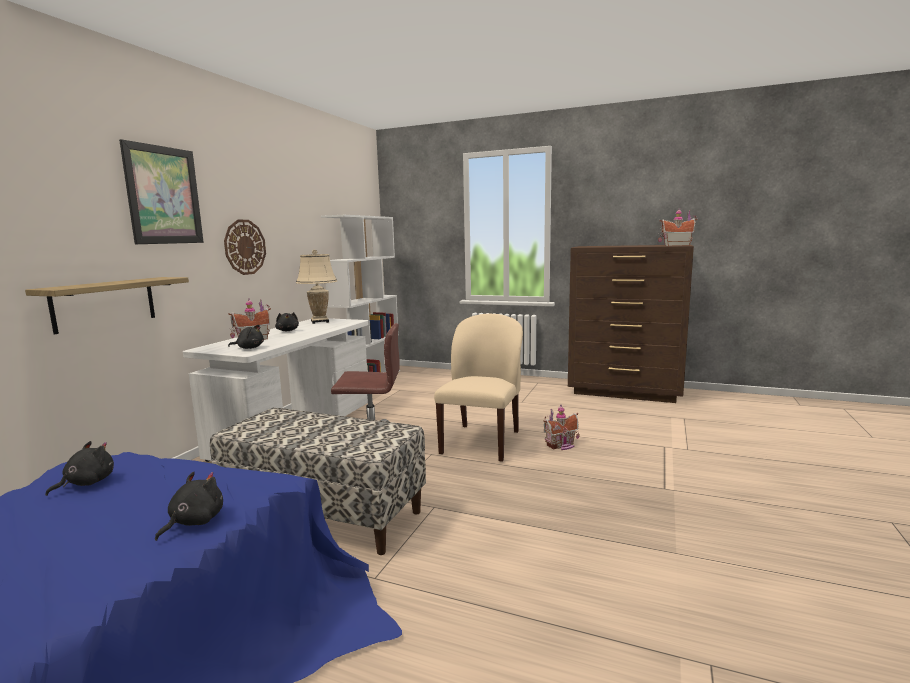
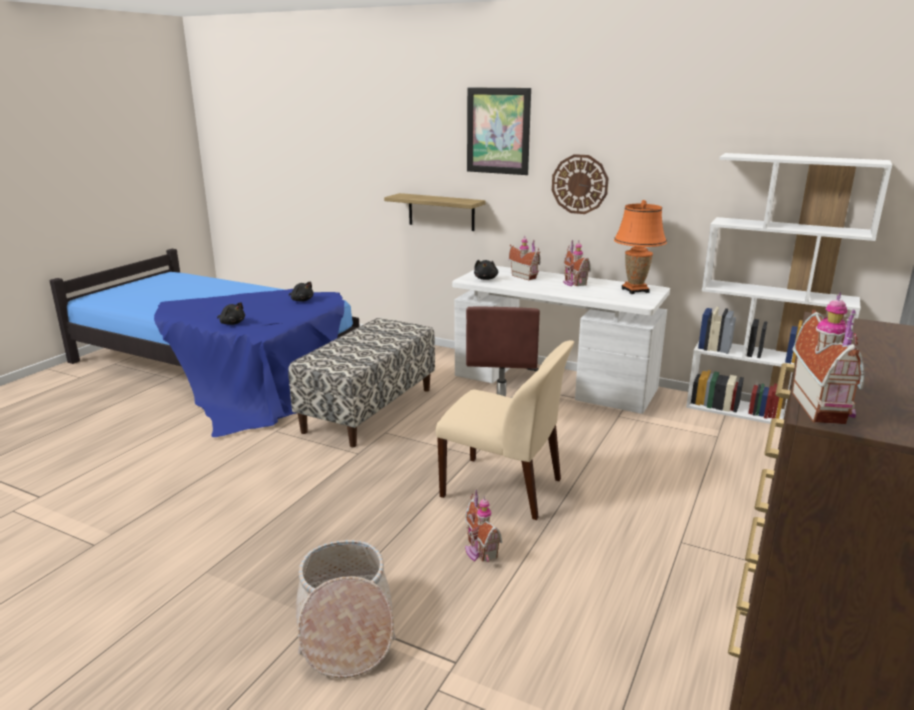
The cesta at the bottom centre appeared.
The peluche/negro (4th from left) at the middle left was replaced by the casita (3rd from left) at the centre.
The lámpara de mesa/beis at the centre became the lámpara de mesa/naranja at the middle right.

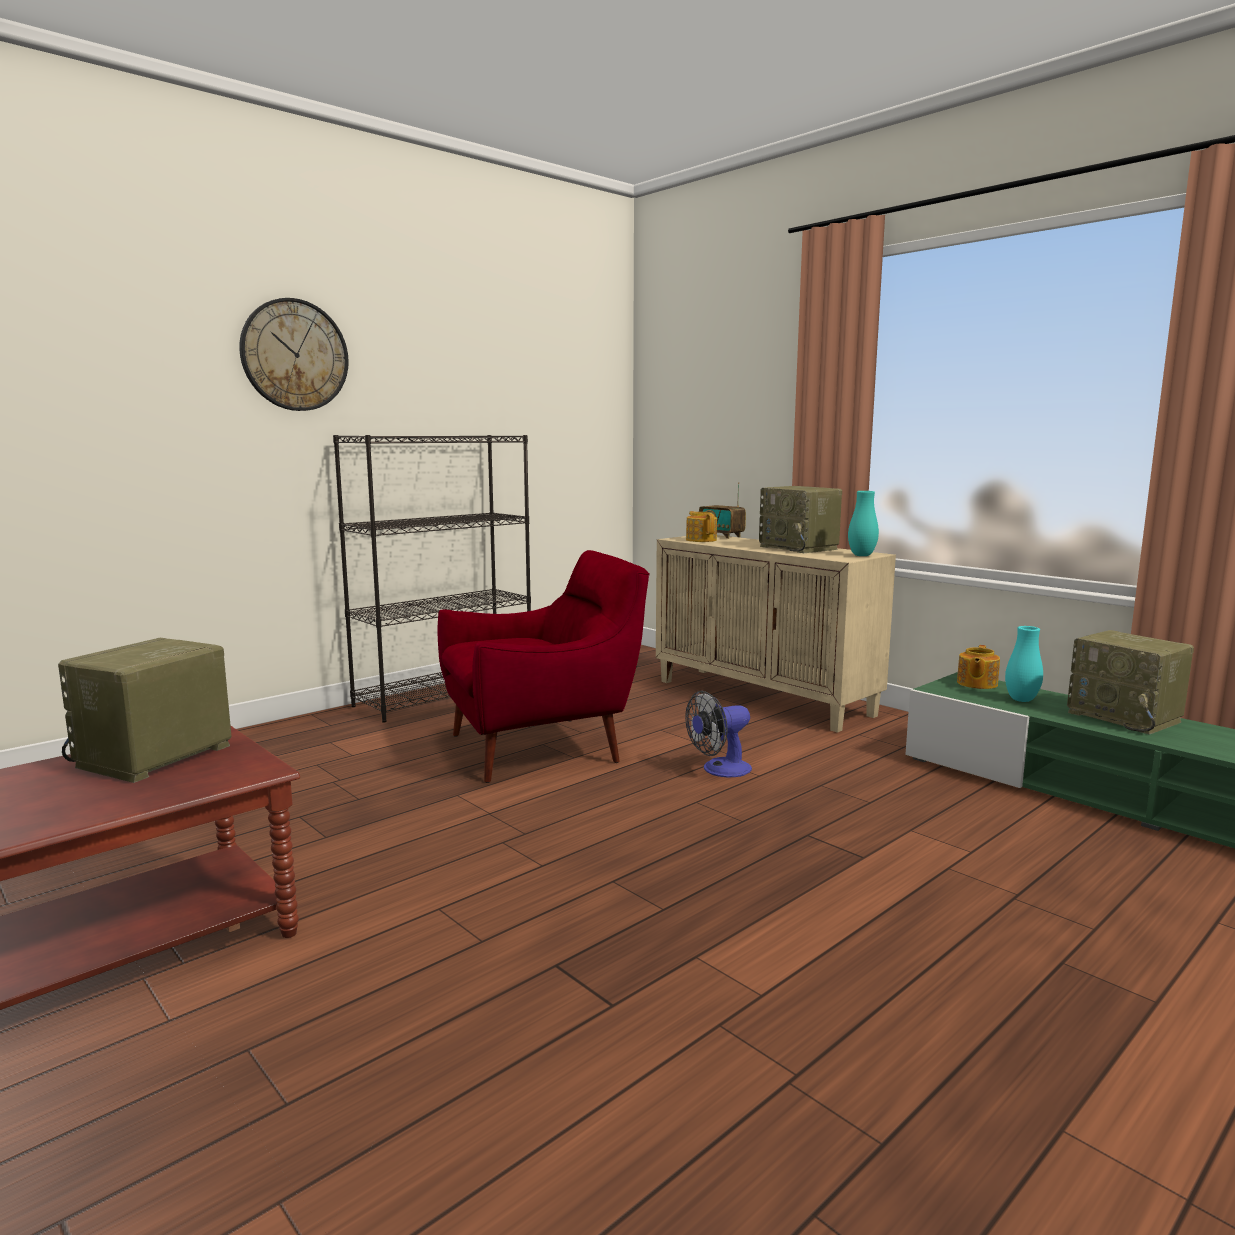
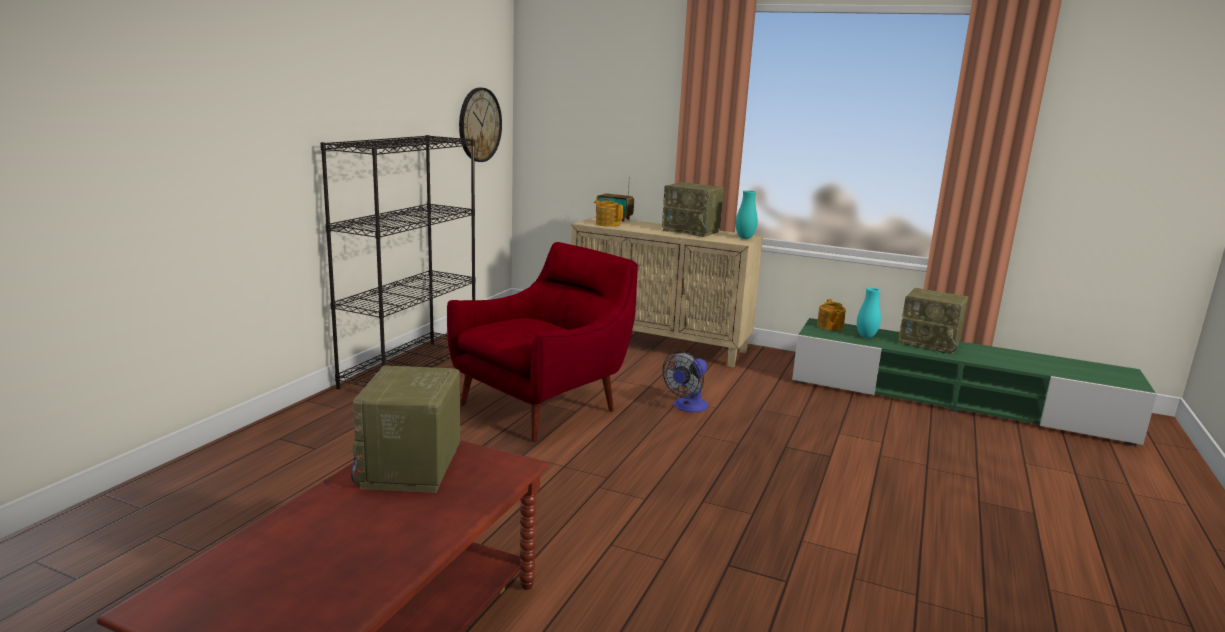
The reloj de pared moved from the top left to the top centre.

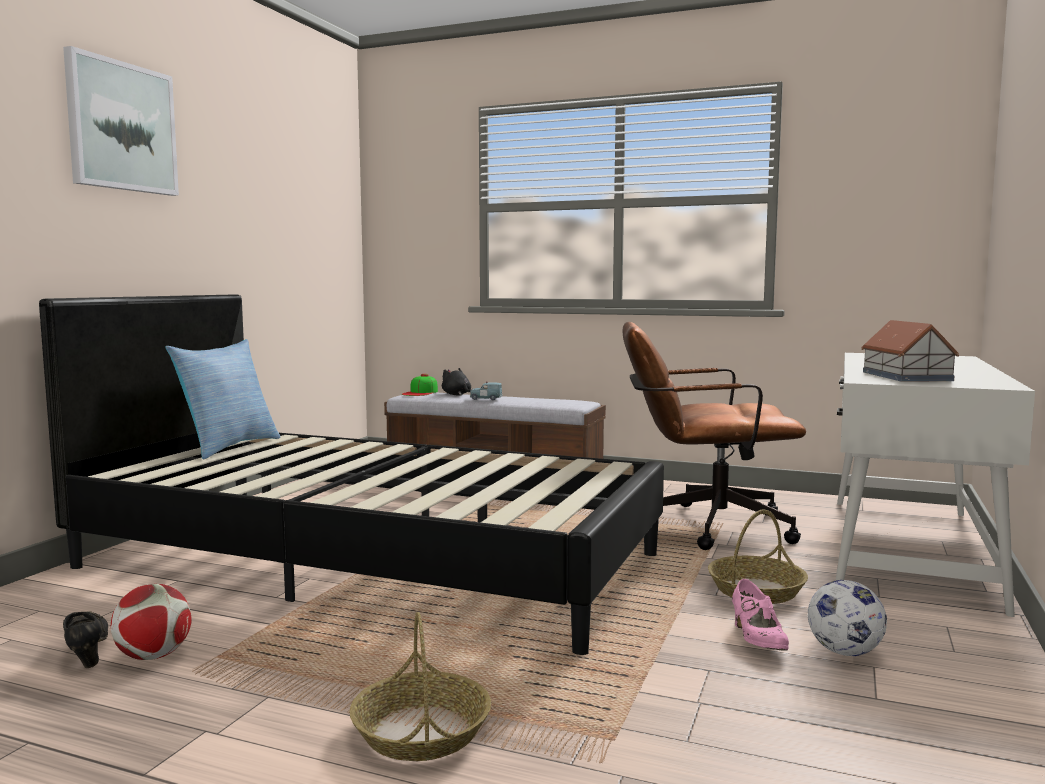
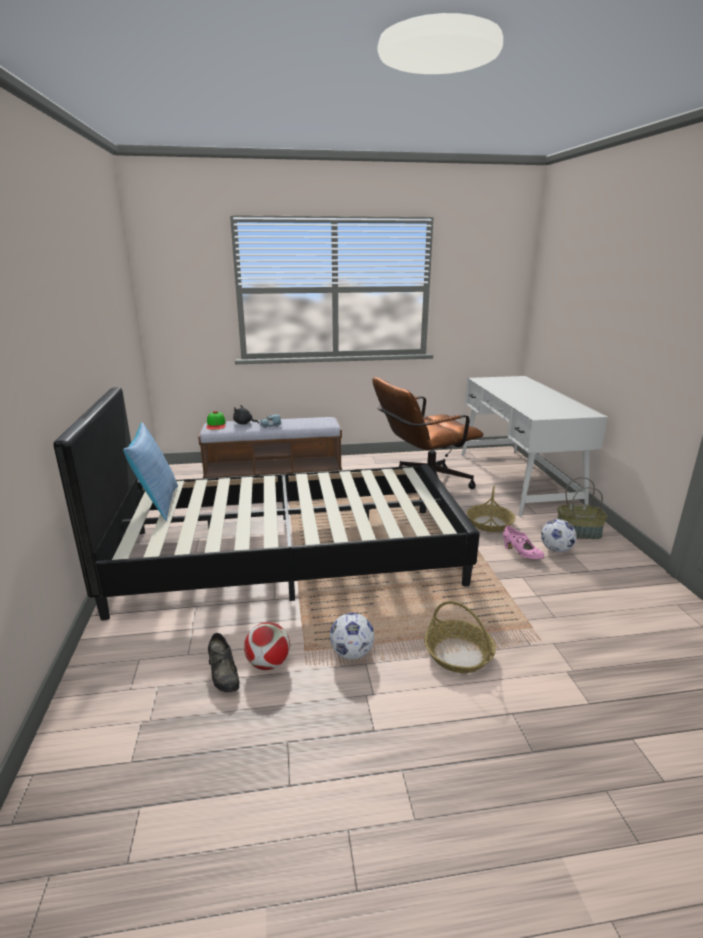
The cuadro at the top left disappeared.
The casita at the middle right disappeared.
The balón de fútbol (2nd from left) at the bottom centre appeared.
The cesta (3rd from left) at the middle right appeared.
The zapato/negro at the bottom left turned 150 degrees counterclockwise.

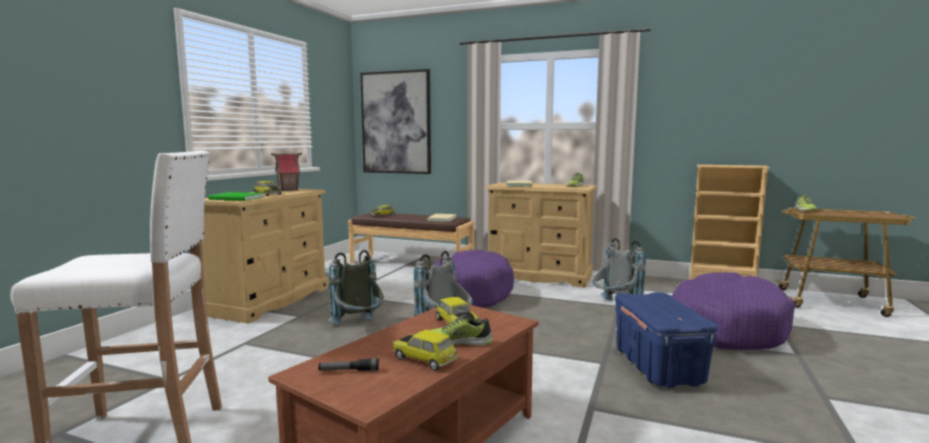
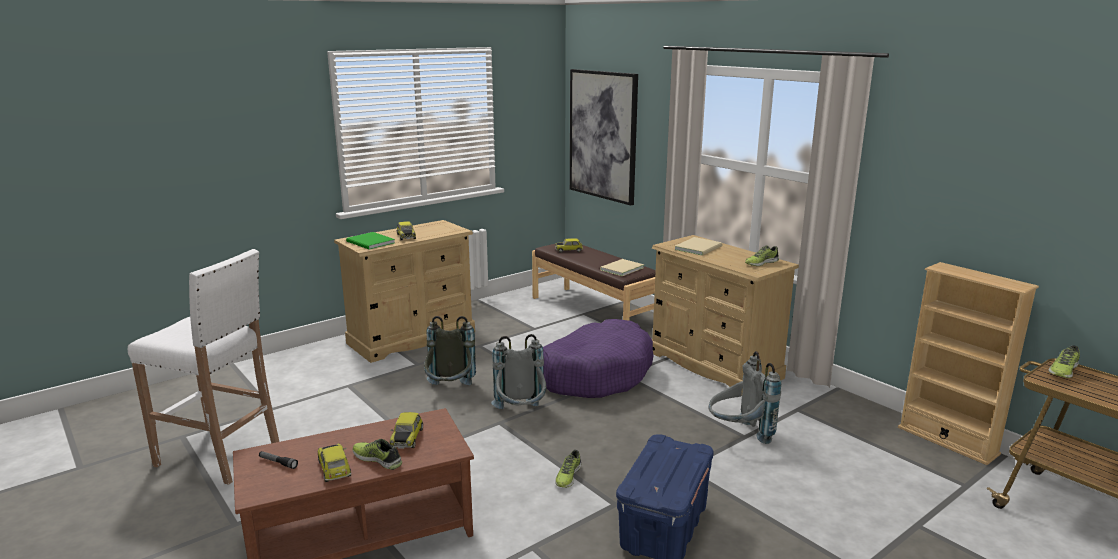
The casita at the middle left disappeared.
The cama para perro/morado (2nd from left) at the bottom right disappeared.
The zapato (2nd from left) at the bottom centre appeared.

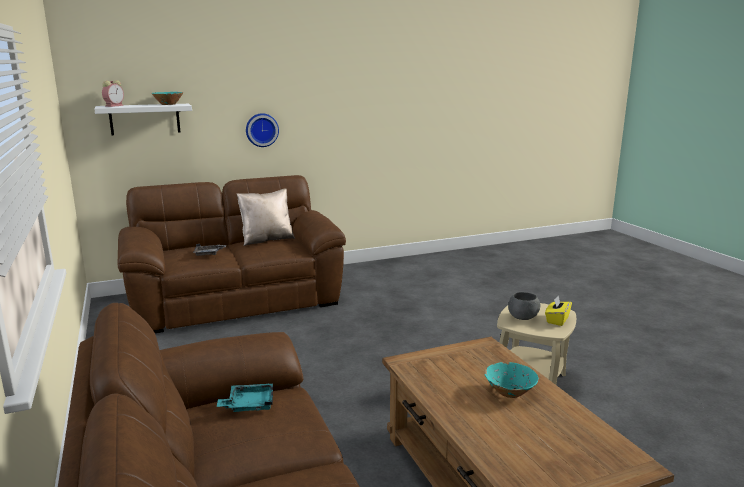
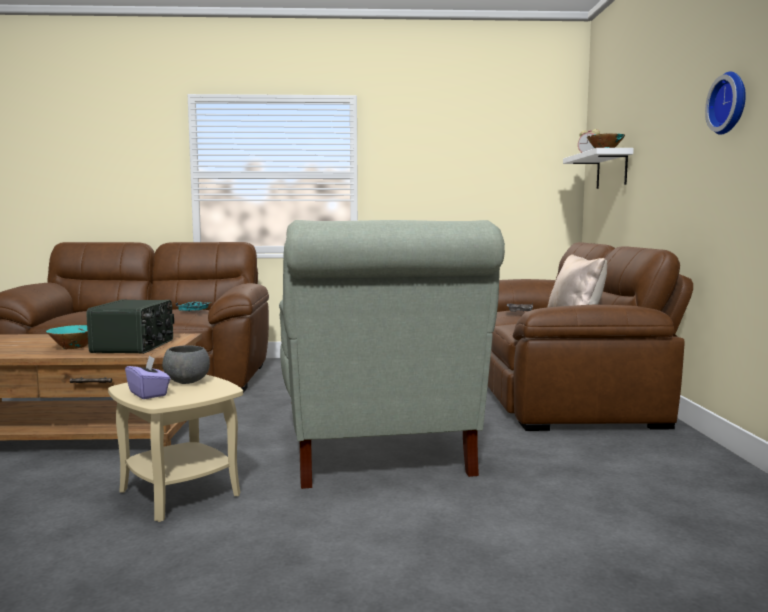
The radio at the middle left appeared.
The sillón/gris at the centre appeared.
The reloj de pared moved from the top centre to the top right.
The caja de pañuelos/amarillo at the middle right became the caja de pañuelos/morado at the middle left.

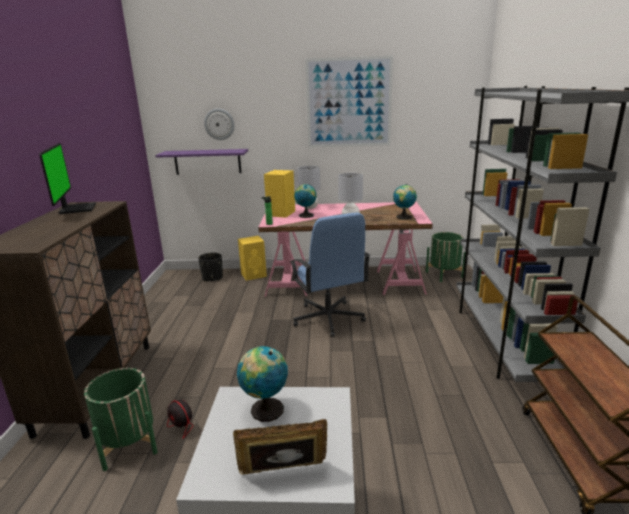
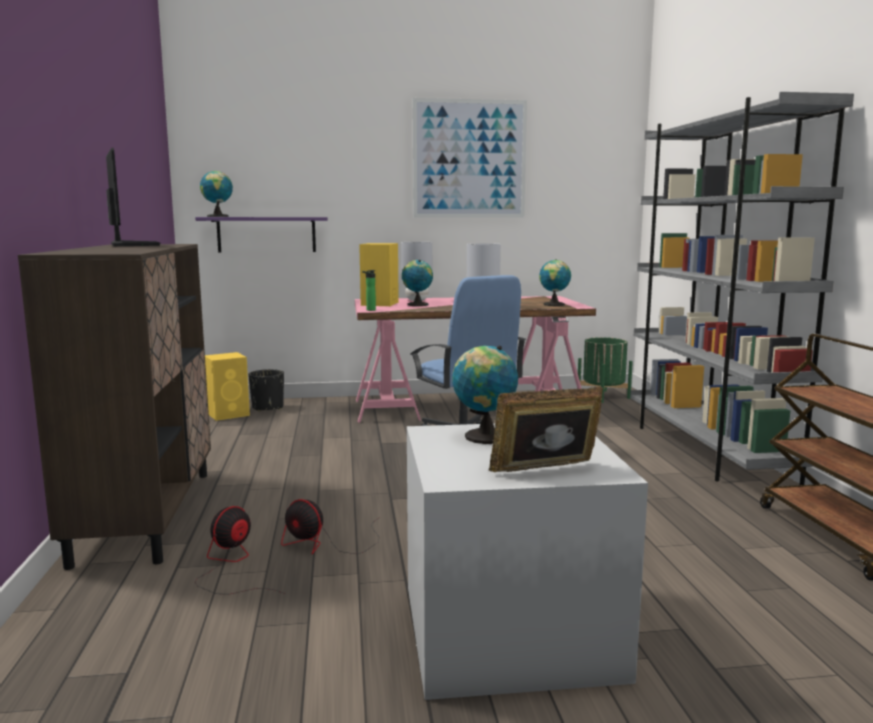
The reloj de pared at the top centre disappeared.
The globo terráqueo (1st from left) at the top left appeared.
The altavoz/amarillo (1st from left) moved from the centre to the middle left.
The maceta/verde (1st from left) at the bottom left was replaced by the ventilador (1st from left) at the bottom left.

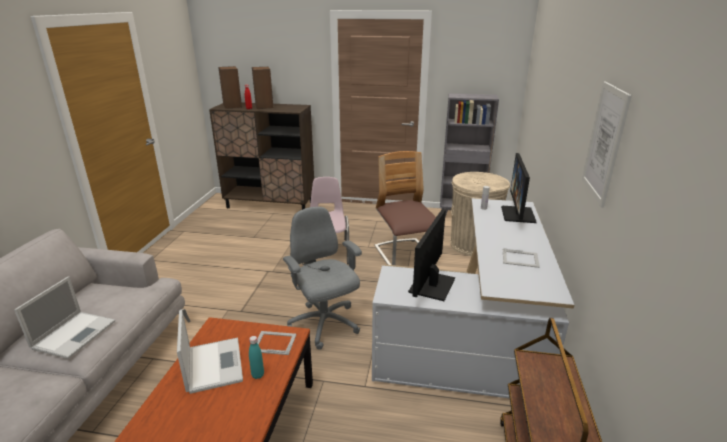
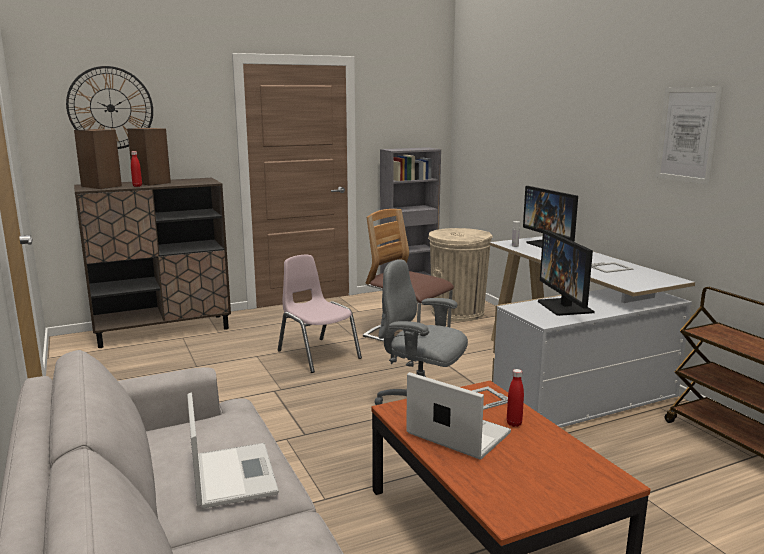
The reloj de pared at the top left appeared.
The botella/turquesa at the bottom centre became the botella/rojo (2nd from left) at the bottom right.

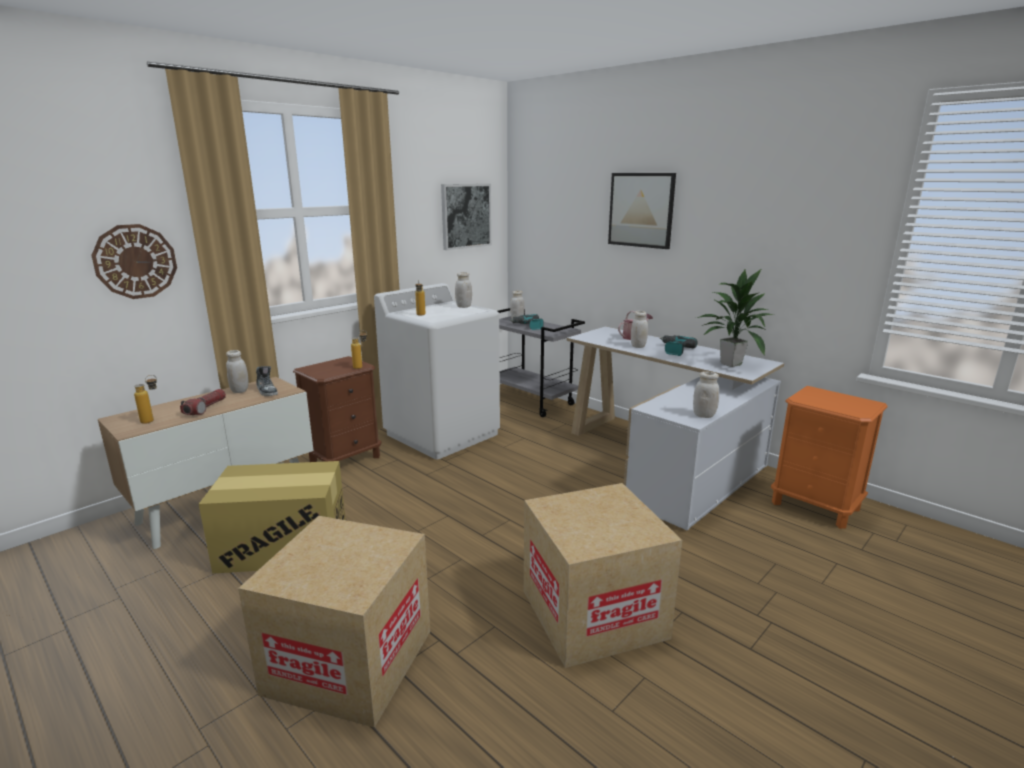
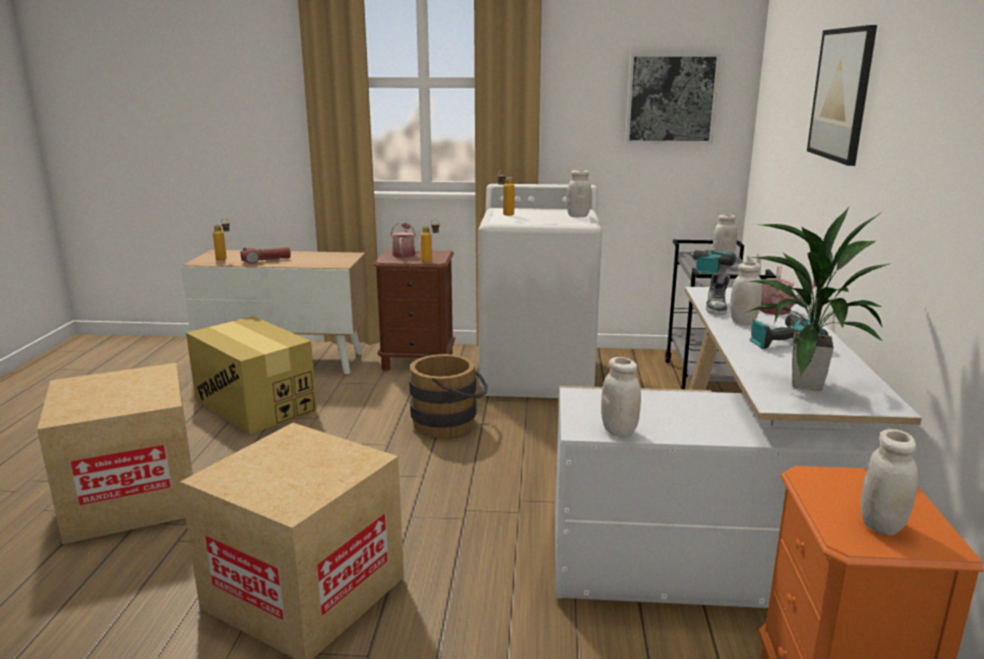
The reloj de pared at the middle left disappeared.
The regadera (1st from left) at the centre appeared.
The cubo/marrón at the centre appeared.
The tarro/blanco (1st from left in the first image) moved from the middle left to the bottom right.
The zapato moved from the middle left to the middle right.

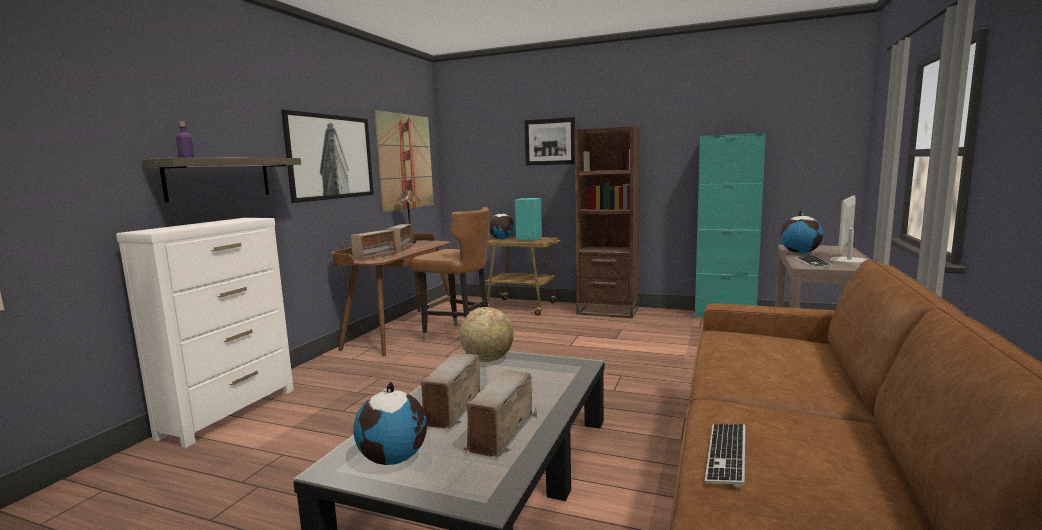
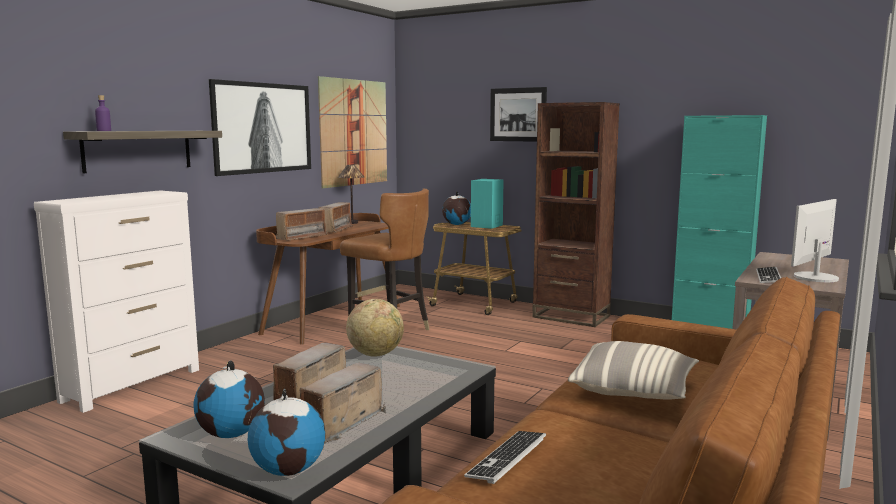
The cojín at the bottom right appeared.
The globo terráqueo (4th from left in the first image) moved from the middle right to the bottom left.

